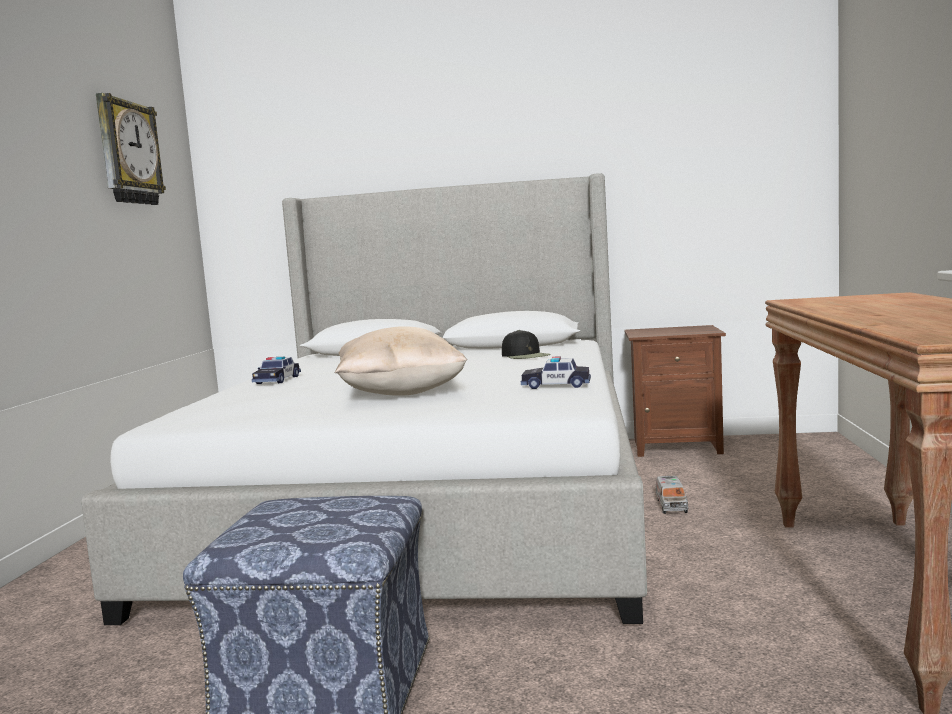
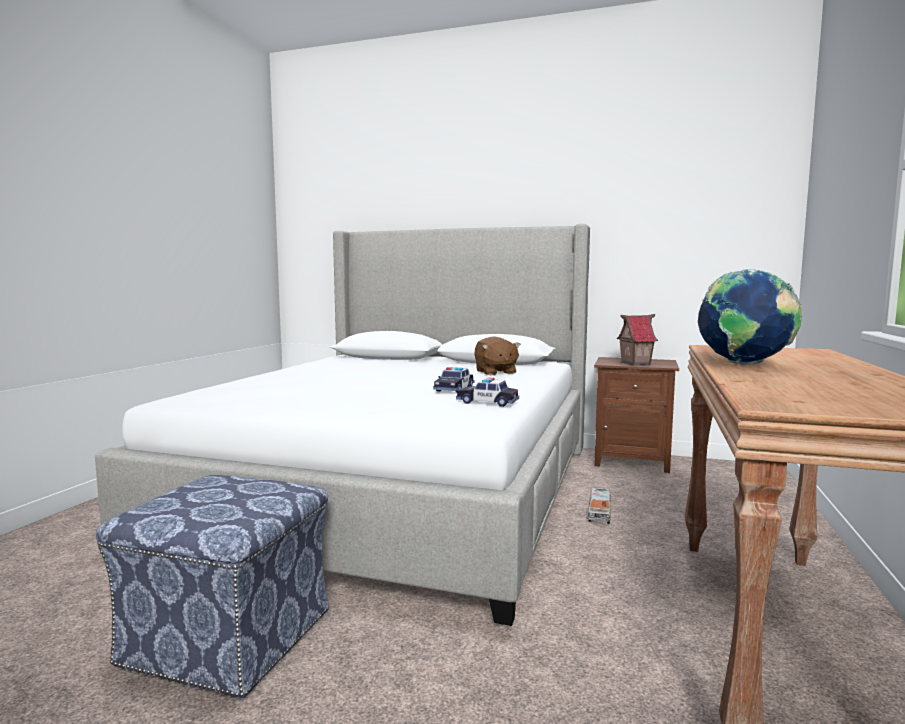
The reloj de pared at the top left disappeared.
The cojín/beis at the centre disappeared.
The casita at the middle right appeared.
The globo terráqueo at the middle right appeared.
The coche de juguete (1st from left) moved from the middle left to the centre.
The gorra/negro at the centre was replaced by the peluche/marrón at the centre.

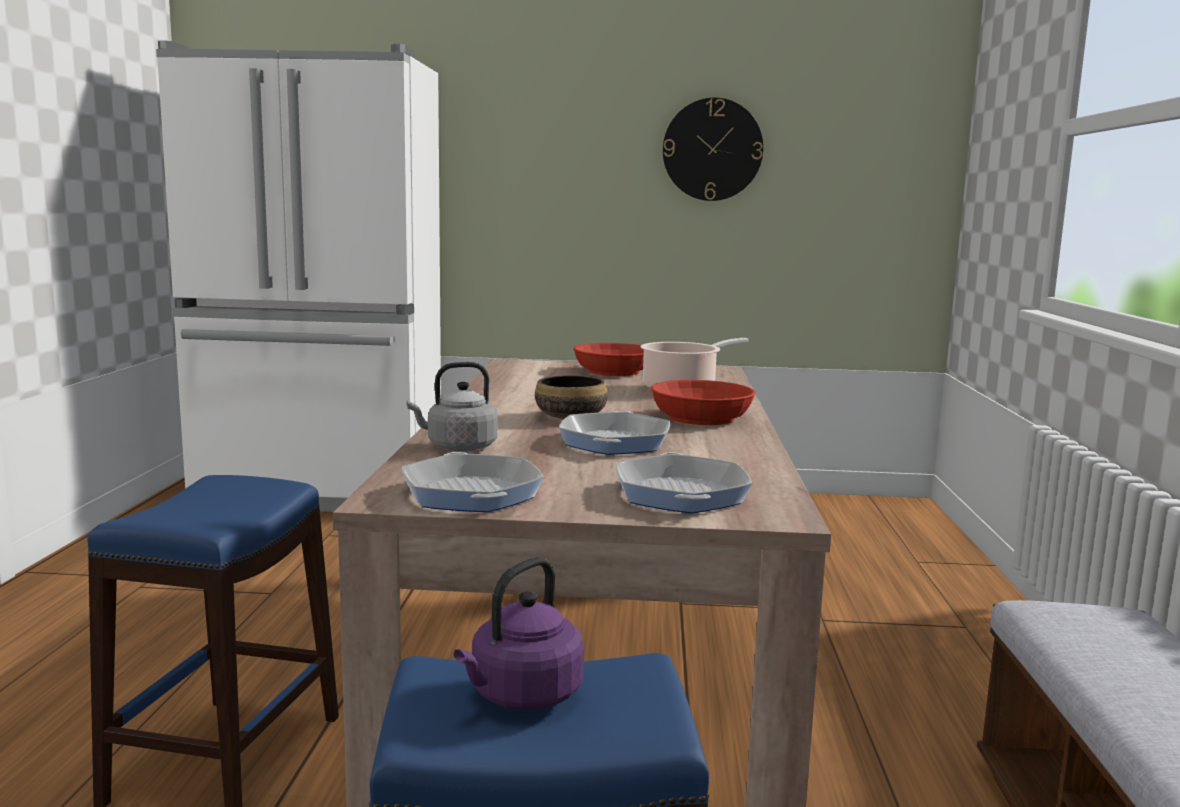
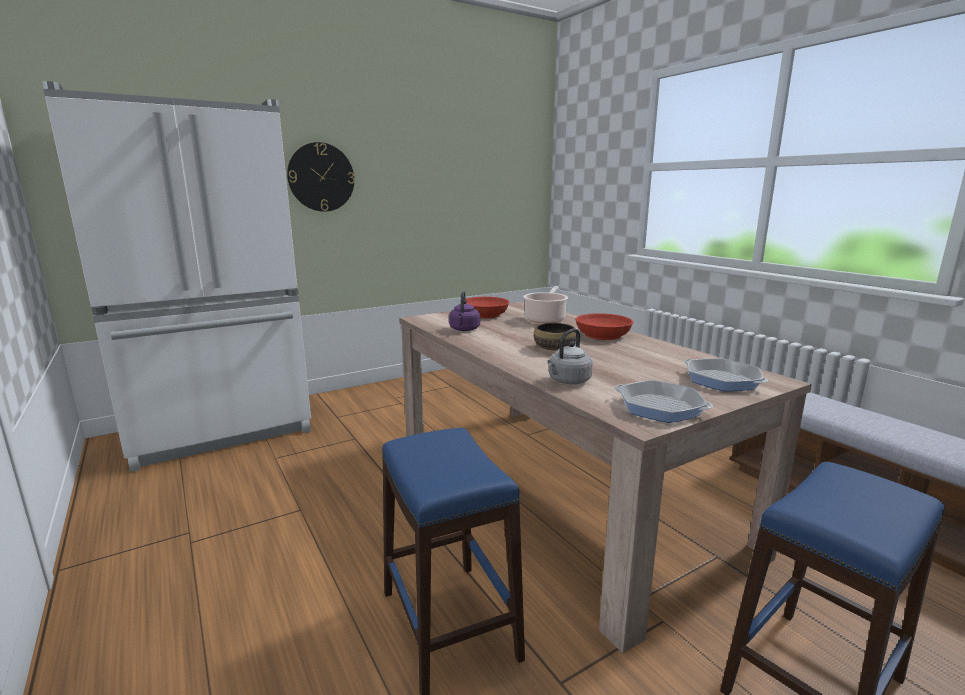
The sartén (2nd from left) at the centre disappeared.
The hervidor/morado moved from the bottom centre to the centre.
The reloj de pared moved from the top centre to the top left.

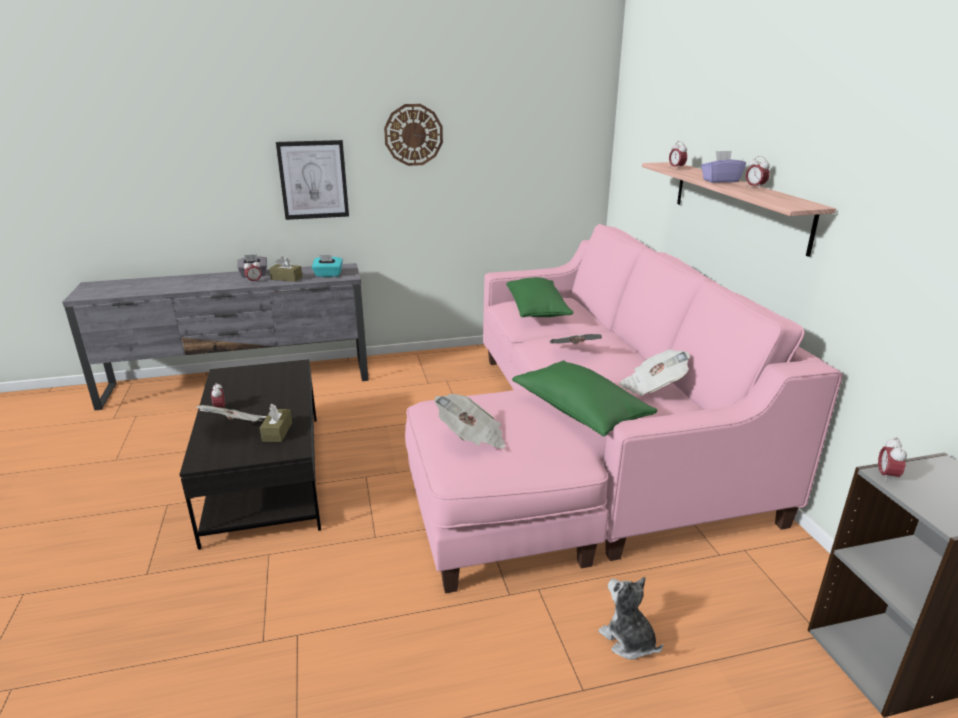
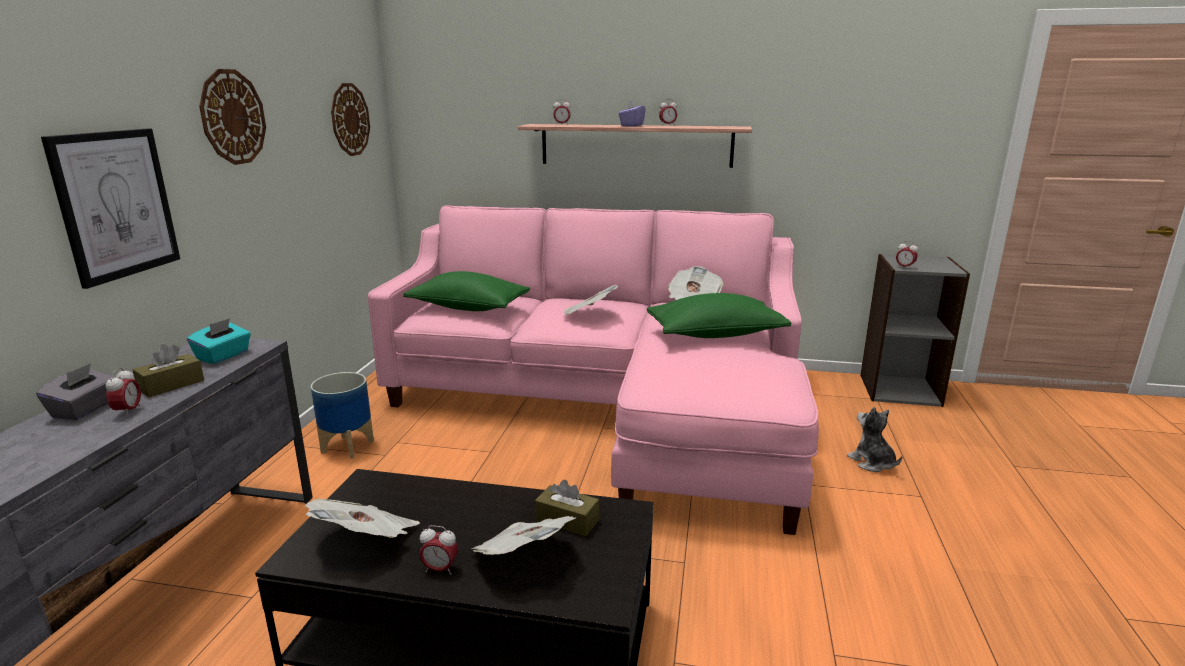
The maceta at the middle left appeared.
The reloj de pared (2nd from left) at the top left appeared.
The periódico (2nd from left in the first image) moved from the centre to the bottom left.
The peluche at the bottom centre turned 75 degrees clockwise.

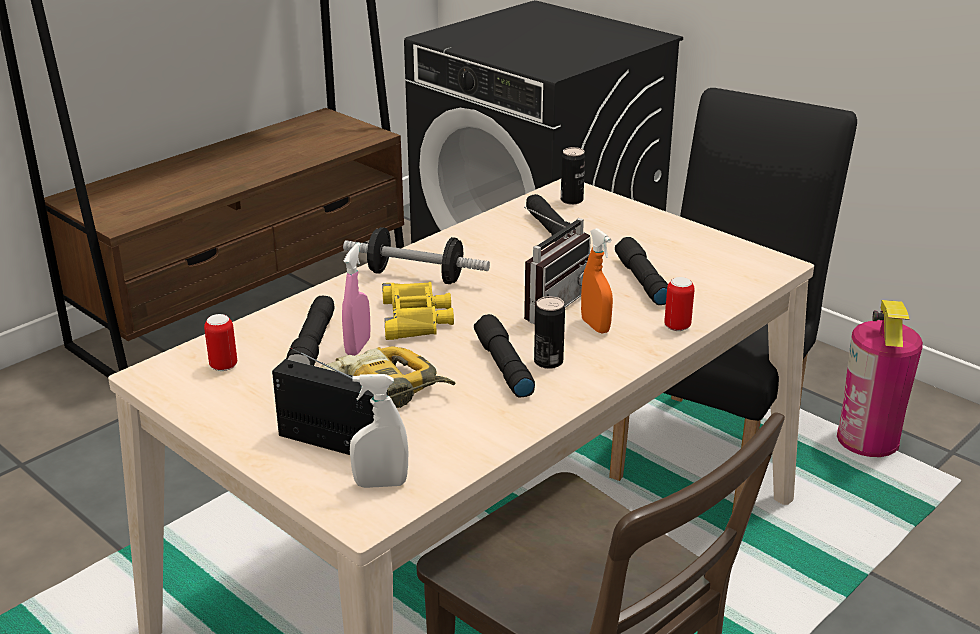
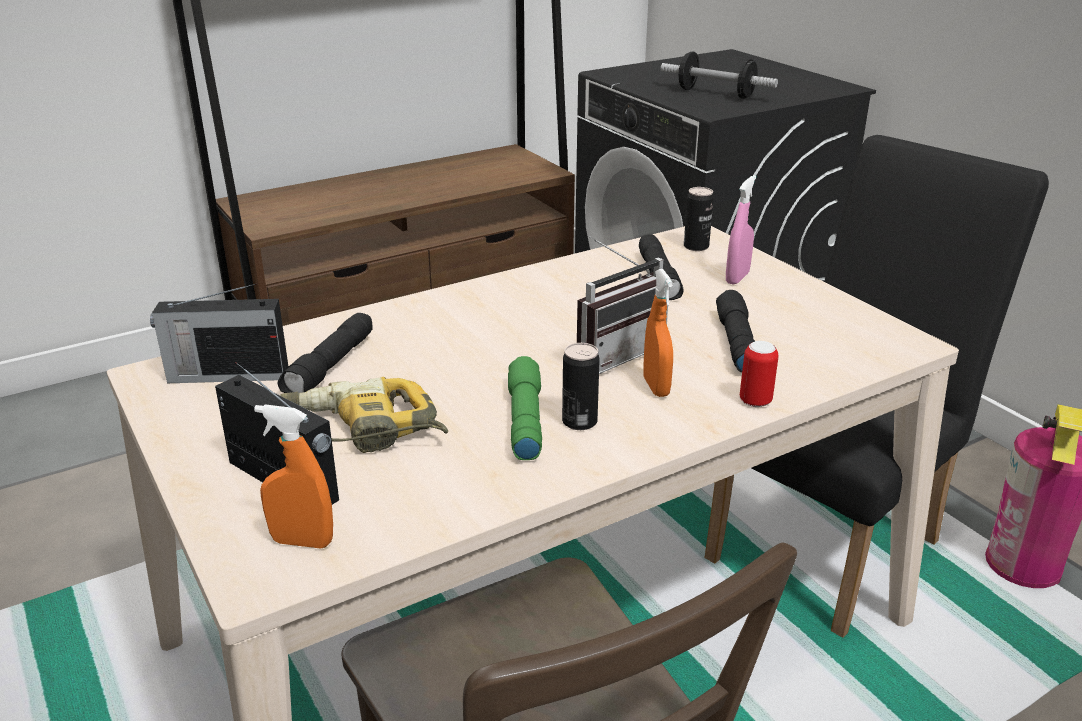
The prismáticos/amarillo at the centre disappeared.
The pulverizador/rosa moved from the centre to the top right.
The mancuerna moved from the centre to the top centre.
The lata (1st from left) at the middle left was replaced by the radio (1st from left) at the middle left.
The pulverizador/blanco at the bottom centre became the pulverizador/naranja (1st from left) at the middle left.
The linterna/negro (2nd from left) at the centre became the linterna/verde at the centre.

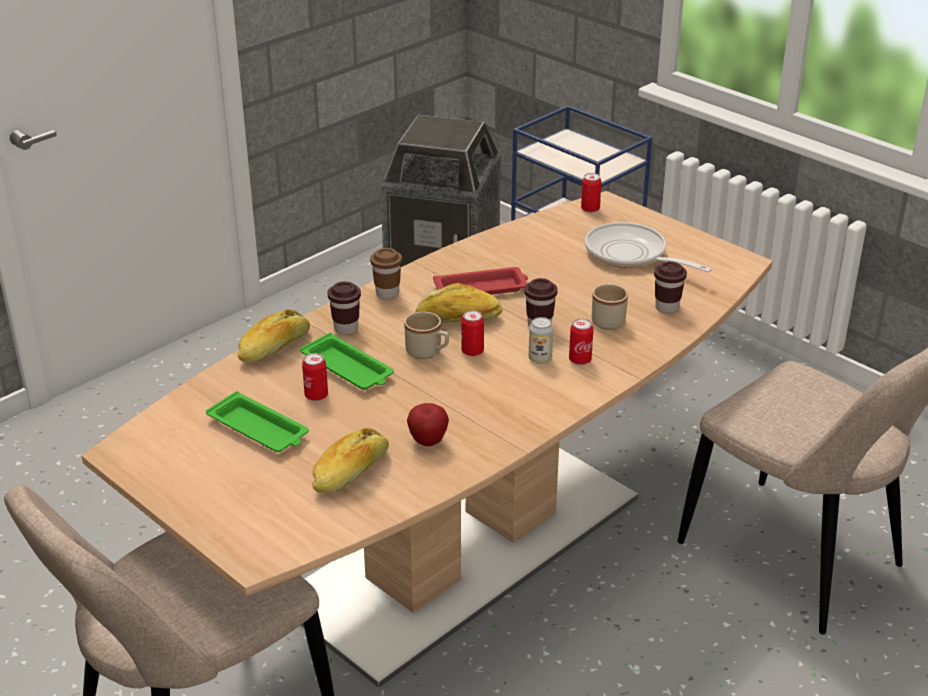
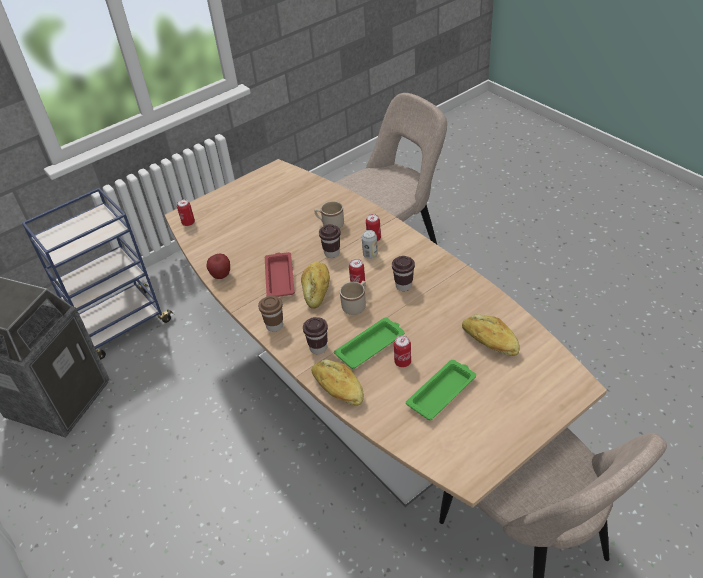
The sartén at the middle right disappeared.
The manzana moved from the centre to the middle left.
The taza/marrón (4th from left) moved from the middle right to the centre.

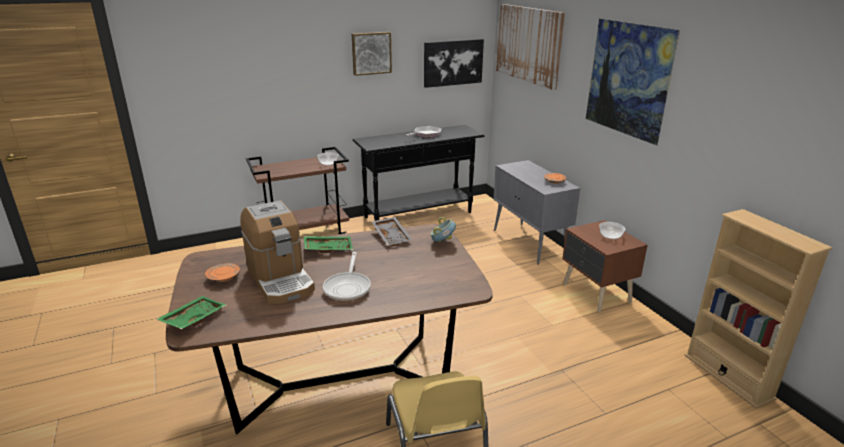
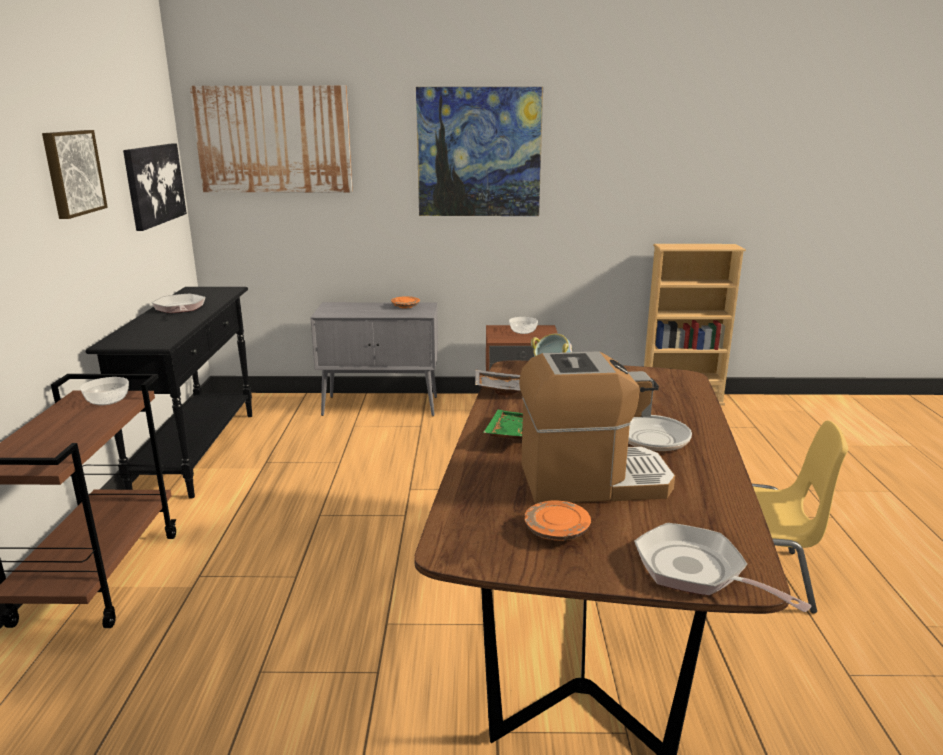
The bandeja/verde (1st from left) at the bottom left was replaced by the sartén (3rd from left) at the bottom right.

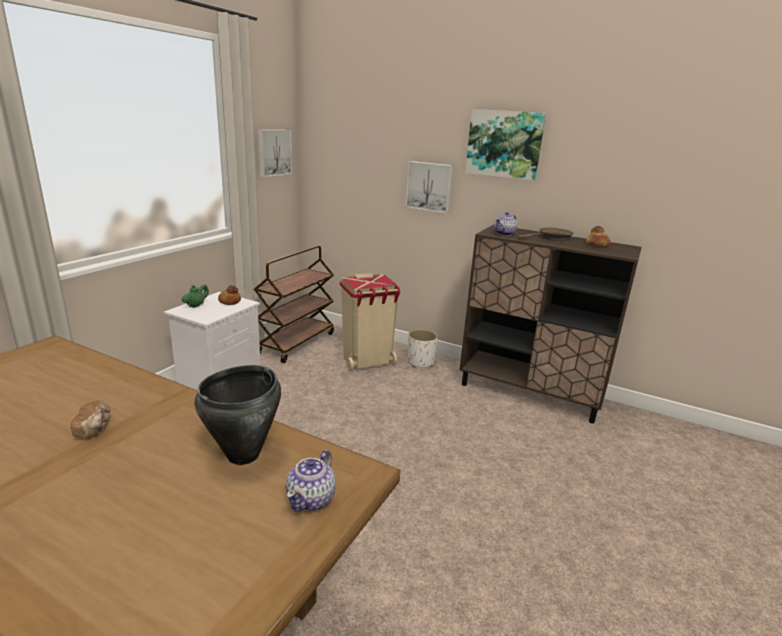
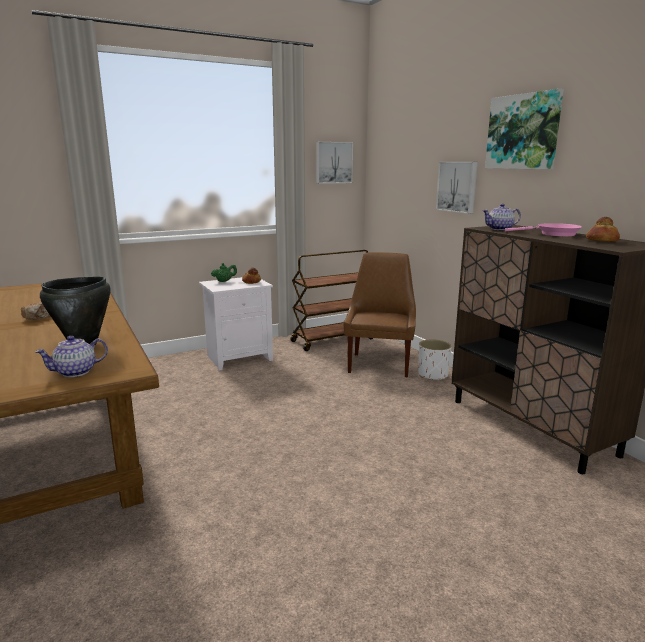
The papelera/beis at the centre was replaced by the silla/marrón at the centre.
The sartén/marrón at the middle right became the sartén/rosa at the middle right.

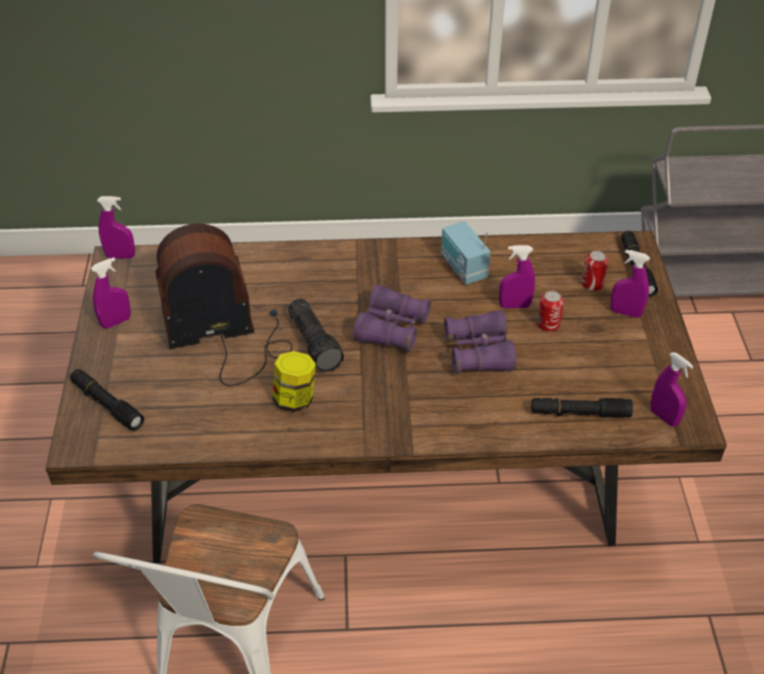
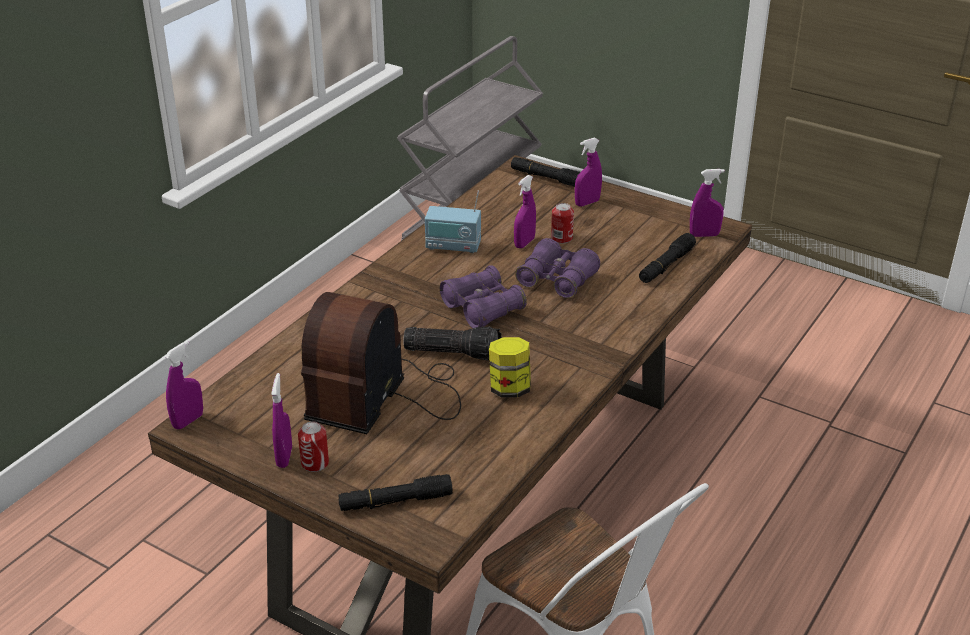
The lata (2nd from left in the first image) moved from the middle right to the bottom left.

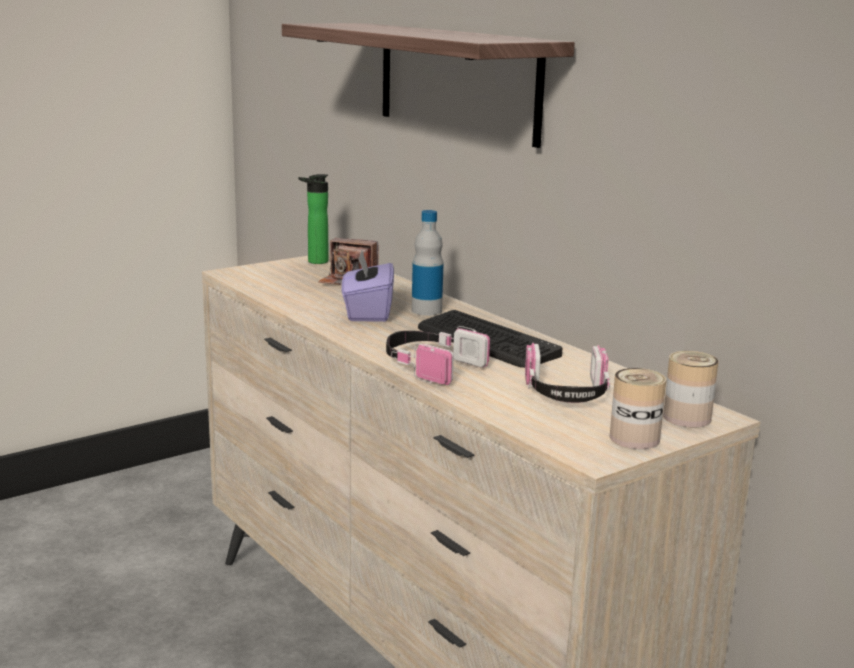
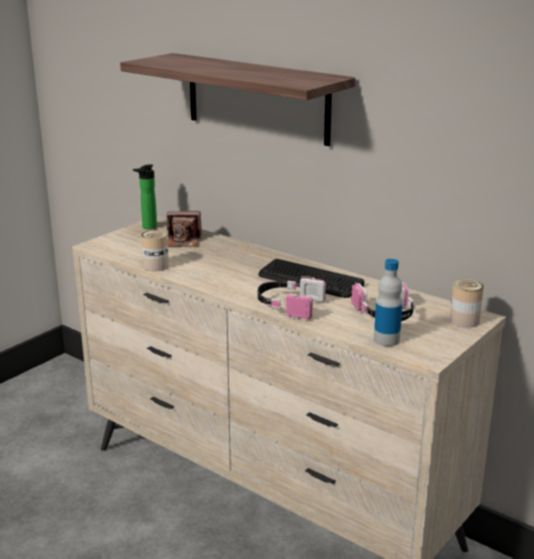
The caja de pañuelos/morado at the centre disappeared.
The botella (2nd from left) moved from the centre to the middle right.
The lata (1st from left) moved from the middle right to the middle left.

